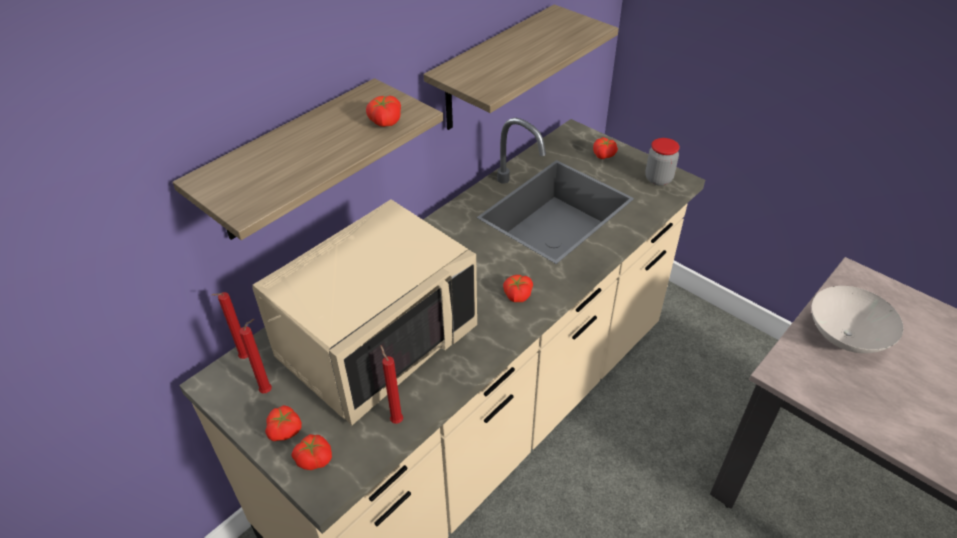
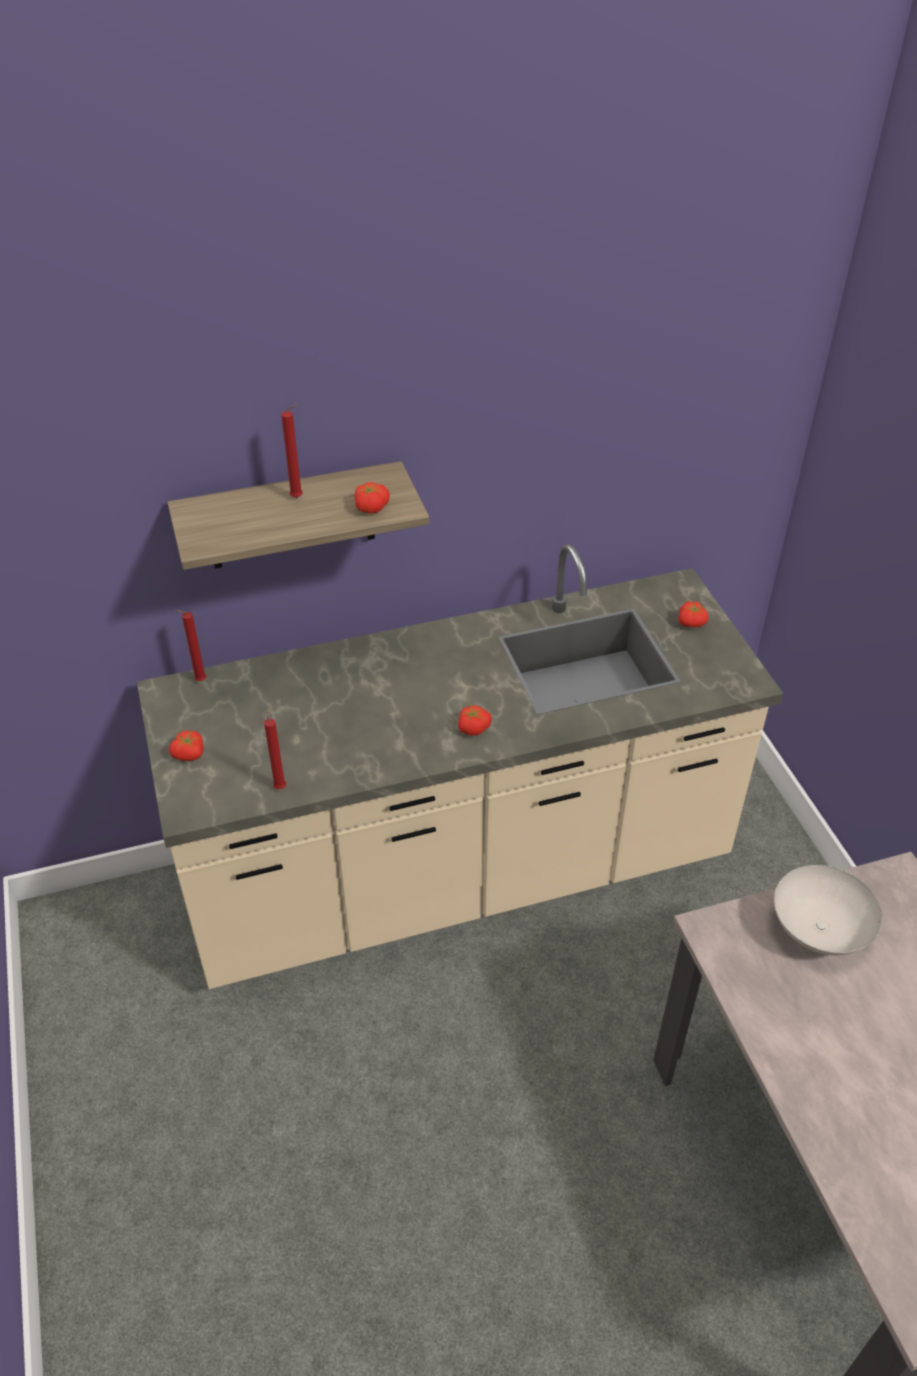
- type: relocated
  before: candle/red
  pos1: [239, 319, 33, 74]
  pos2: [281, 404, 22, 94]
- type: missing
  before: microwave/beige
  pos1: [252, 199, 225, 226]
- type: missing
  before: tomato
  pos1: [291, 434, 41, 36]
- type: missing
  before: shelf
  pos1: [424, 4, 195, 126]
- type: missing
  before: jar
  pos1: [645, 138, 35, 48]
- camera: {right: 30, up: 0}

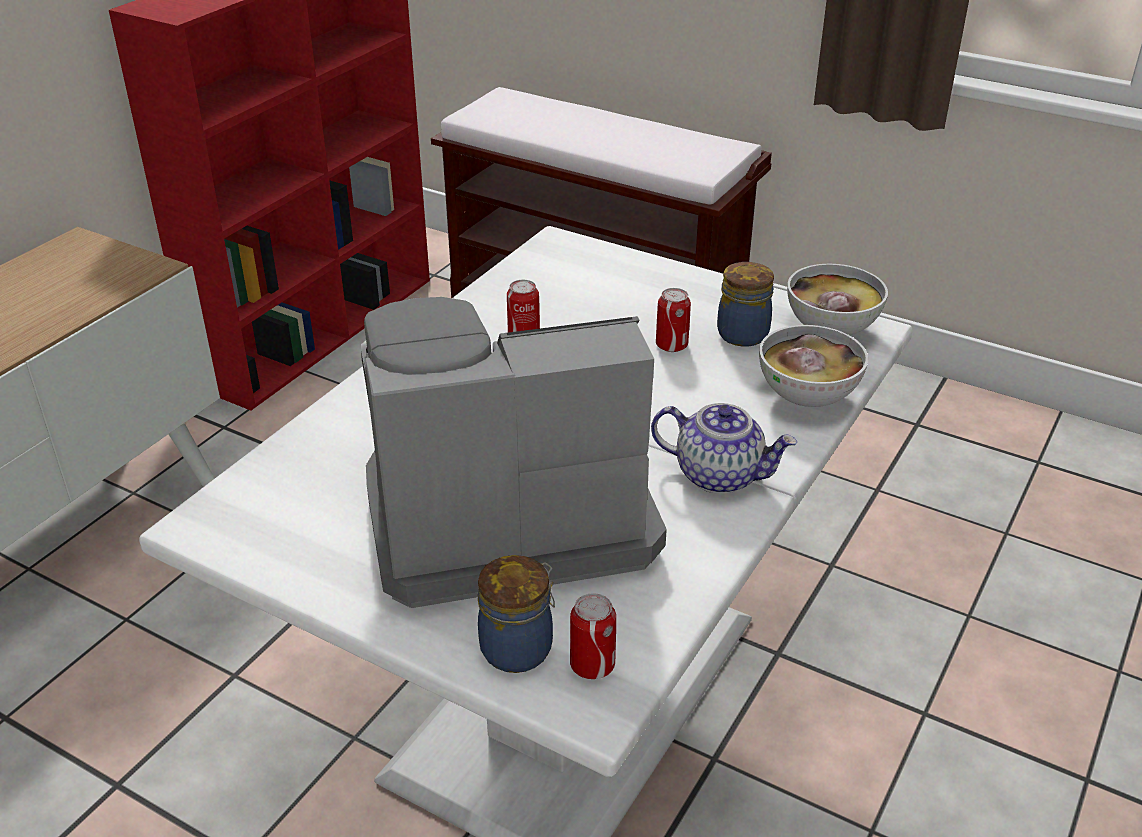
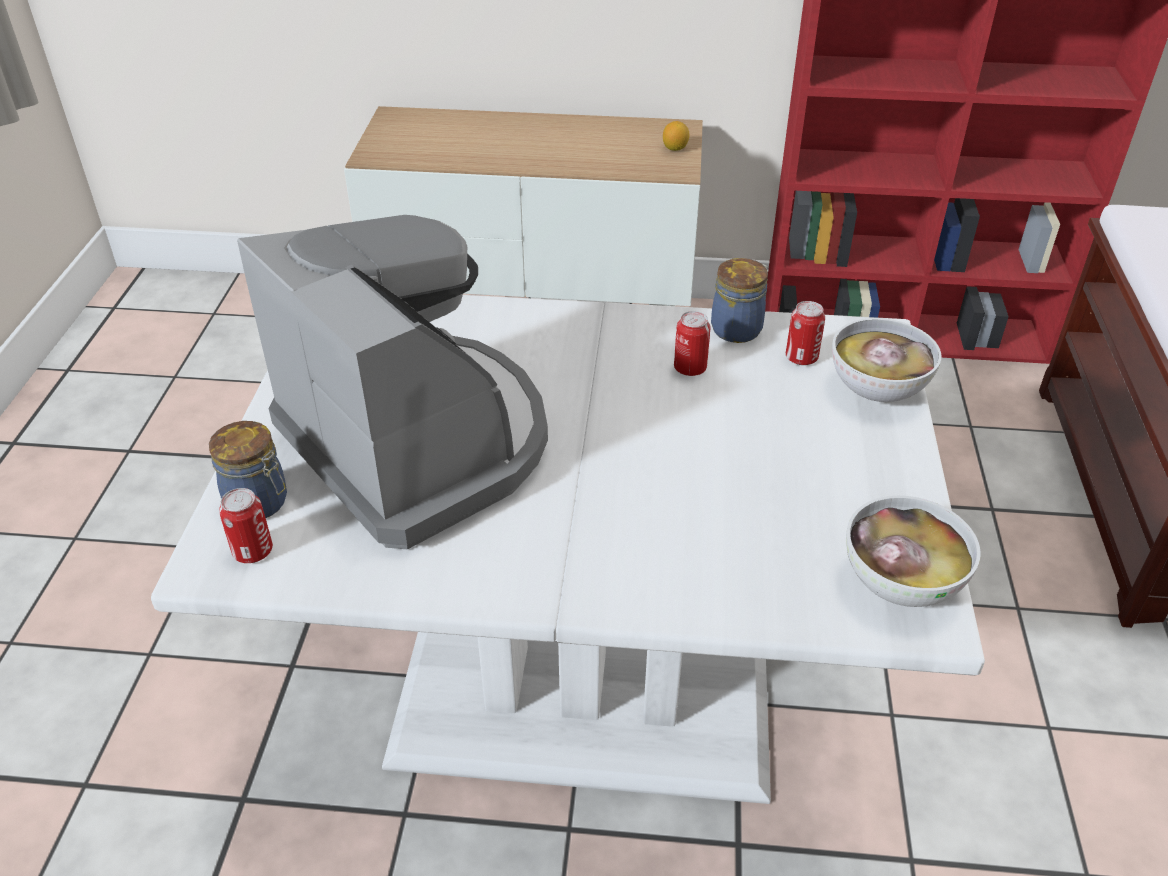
- type: missing
  before: teapot
  pos1: [651, 403, 147, 91]
- type: relocated
  before: can
  pos1: [656, 288, 35, 64]
  pos2: [786, 301, 39, 64]
- type: relocated
  before: jar
  pos1: [717, 262, 57, 84]
  pos2: [711, 258, 58, 85]
- type: relocated
  before: bowl
  pos1: [759, 325, 109, 82]
  pos2: [832, 318, 110, 84]
- type: appeared
  after: lemon
  pos2: [663, 121, 26, 30]
- camera: {right: 65, up: 5}

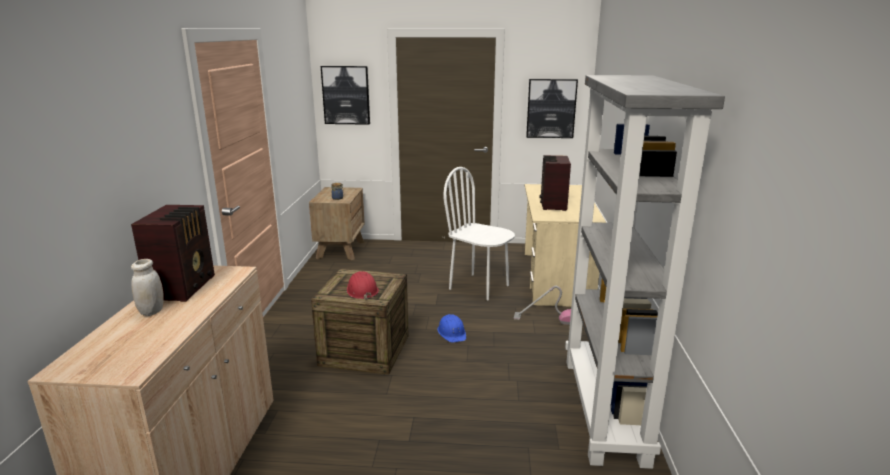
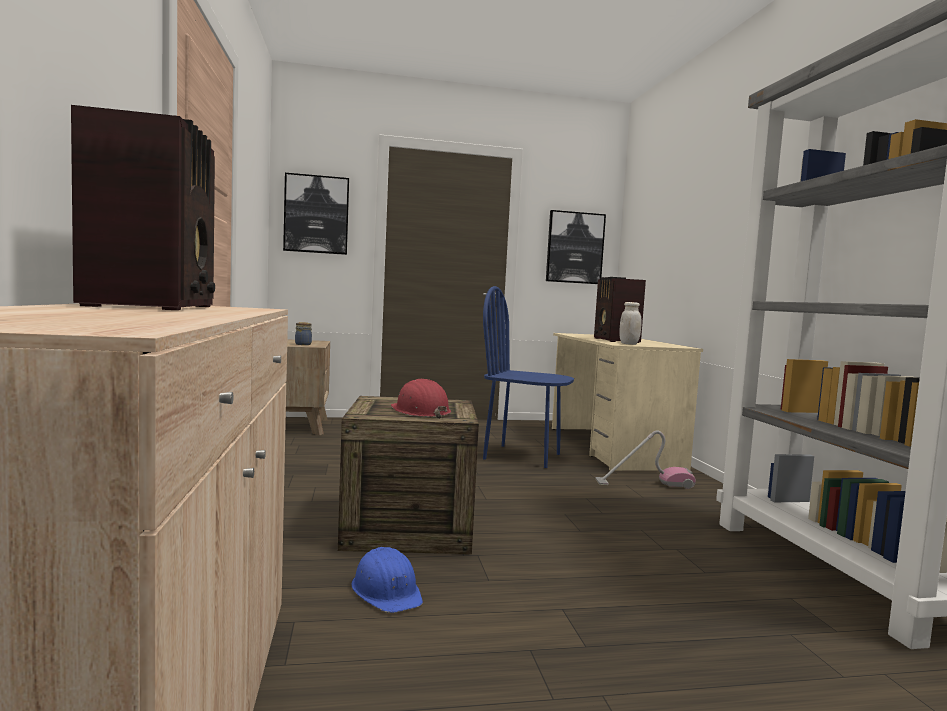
- type: relocated
  before: jar/white
  pos1: [131, 259, 33, 57]
  pos2: [619, 302, 23, 43]
- type: relocated
  before: hard hat/blue
  pos1: [437, 314, 29, 29]
  pos2: [352, 547, 71, 66]
- type: colour
  before: chair/white
  after: chair/blue
  pos1: [443, 167, 72, 133]
  pos2: [483, 286, 91, 182]
- camera: {right: -15, up: -15}

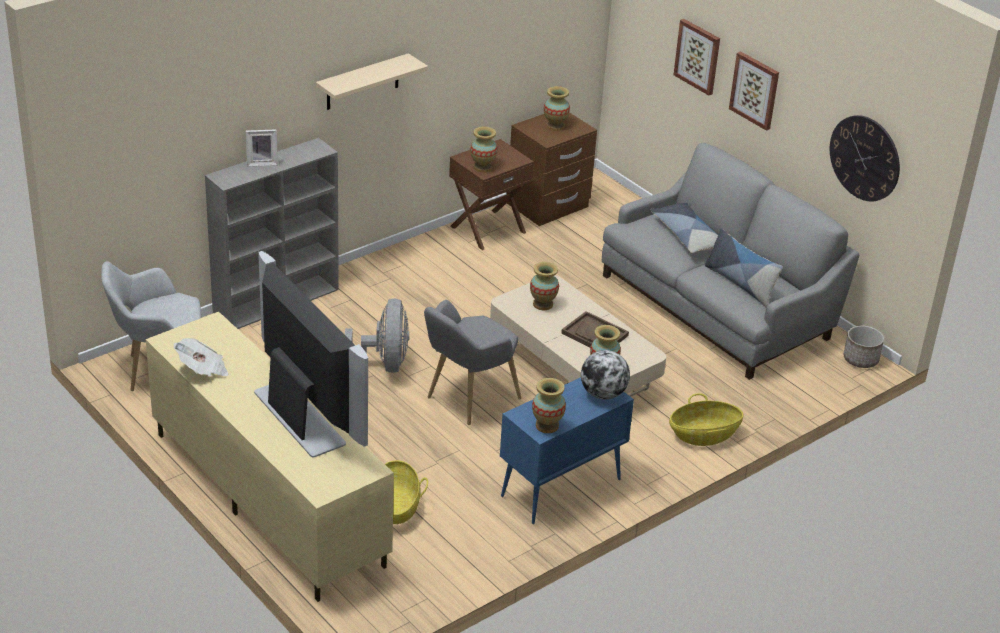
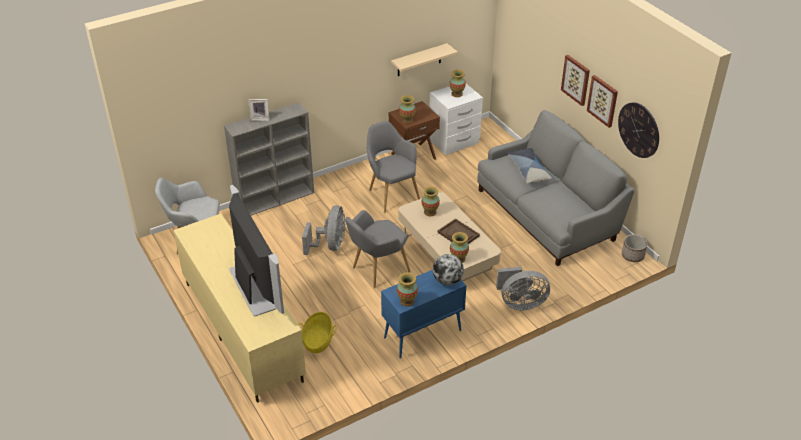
- type: missing
  before: newspaper
  pos1: [173, 338, 56, 38]
- type: relocated
  before: shelf/beige
  pos1: [316, 53, 112, 57]
  pos2: [391, 43, 67, 33]
- type: colour
  before: nightstand/brown
  after: nightstand/white
  pos1: [507, 112, 90, 114]
  pos2: [430, 84, 53, 71]
- type: exchanged
  before: basket
  after: fan/grey
  pos1: [669, 393, 75, 53]
  pos2: [496, 267, 54, 43]
- type: relocated
  before: picture
  pos1: [674, 19, 46, 76]
  pos2: [587, 75, 31, 53]
- type: missing
  before: pillow
  pos1: [705, 228, 78, 79]
- type: appeared
  after: armchair/grey
  pos2: [367, 121, 53, 92]
- camera: {right: 10, up: 5}

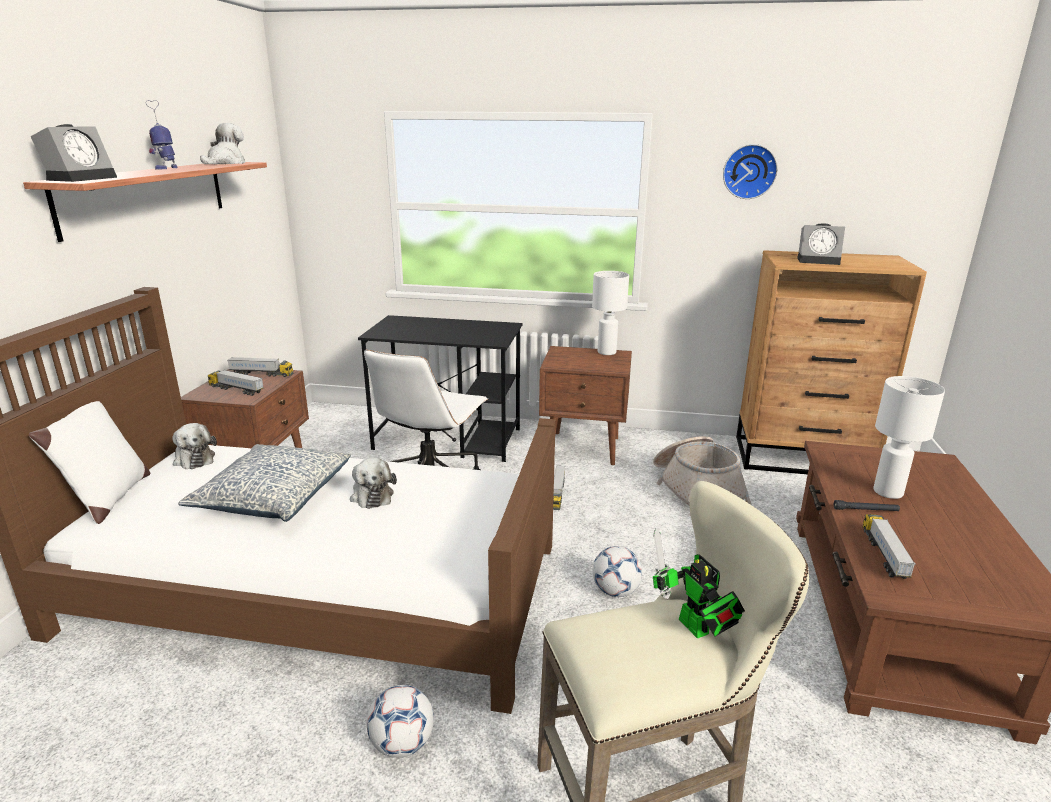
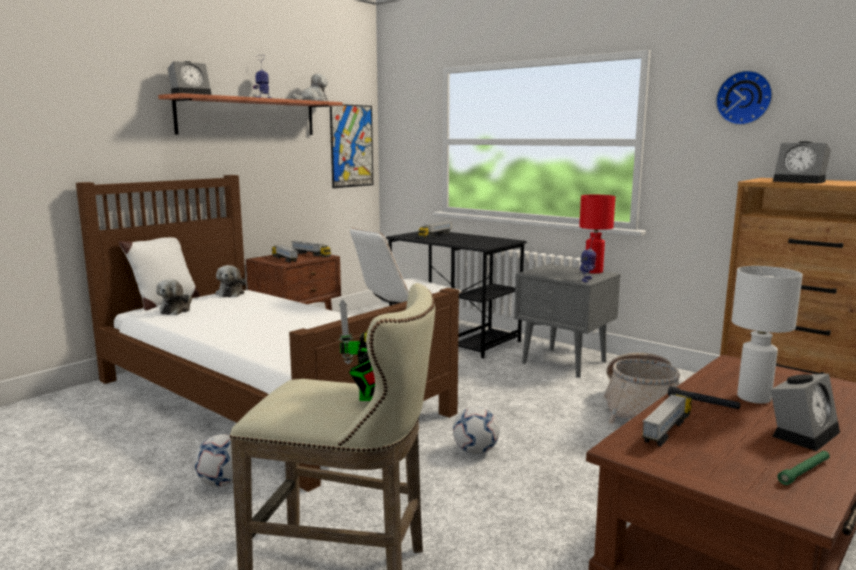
- type: missing
  before: pillow
  pos1: [178, 444, 173, 78]
- type: relocated
  before: plush toy
  pos1: [350, 458, 47, 51]
  pos2: [156, 279, 36, 36]
- type: colour
  before: nightstand/brown
  after: nightstand/grey
  pos1: [539, 346, 93, 119]
  pos2: [514, 264, 106, 114]
- type: relocated
  before: toy truck
  pos1: [553, 465, 12, 45]
  pos2: [418, 221, 34, 17]
- type: colour
  before: table lamp/white
  after: table lamp/red
  pos1: [592, 271, 37, 84]
  pos2: [579, 195, 36, 79]
- type: appeared
  after: picture
  pos2: [330, 104, 43, 84]
- type: appeared
  after: toy robot
  pos2: [580, 232, 17, 50]
- type: appeared
  after: alarm clock
  pos2: [771, 374, 69, 77]
- type: appeared
  after: flashlight/green
  pos2: [778, 451, 52, 34]
- camera: {right: 30, up: -10}

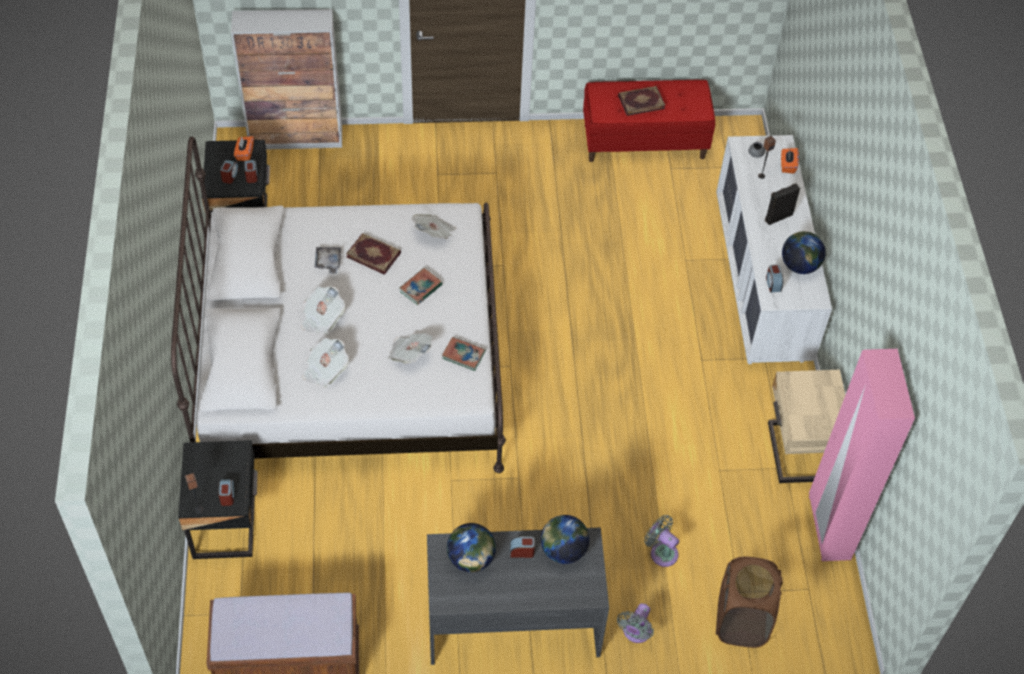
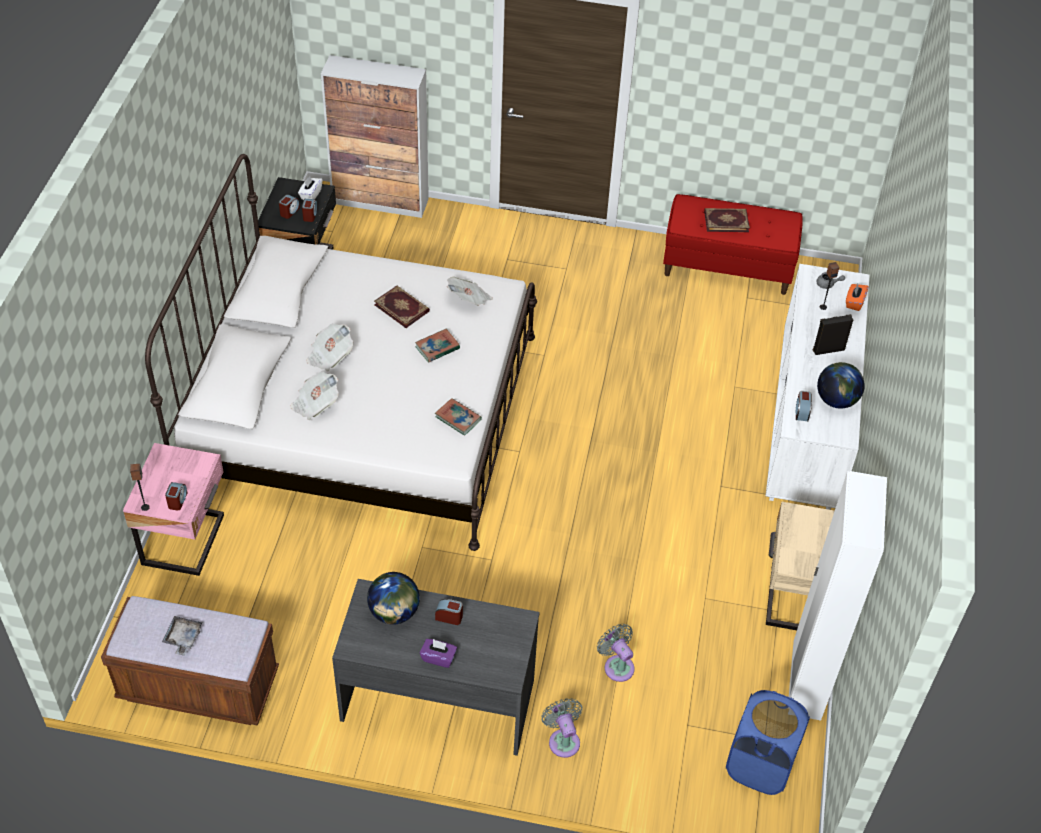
- type: colour
  before: nightstand/black
  after: nightstand/pink
  pos1: [178, 440, 80, 119]
  pos2: [123, 443, 101, 133]
- type: colour
  before: tissue box/orange
  after: tissue box/white
  pos1: [234, 136, 20, 25]
  pos2: [298, 176, 24, 24]
- type: relocated
  before: tray/grey
  pos1: [314, 247, 27, 27]
  pos2: [162, 616, 40, 40]
- type: missing
  before: newspaper
  pos1: [388, 332, 45, 32]
- type: missing
  before: globe
  pos1: [541, 515, 48, 49]
- type: spun
  before: fan/grey
  pos1: [617, 603, 37, 40]
  pos2: [541, 699, 42, 59]
  turn: 120
- type: missing
  before: laundry basket/brown
  pos1: [716, 557, 67, 91]
- type: colour
  before: wardrobe/pink
  after: wardrobe/white
  pos1: [809, 349, 106, 212]
  pos2: [789, 471, 98, 250]
- type: appeared
  after: tissue box/purple
  pos2: [420, 639, 37, 29]
- type: appeared
  after: laundry basket/blue
  pos2: [726, 690, 84, 105]
- camera: {right: 15, up: -5}

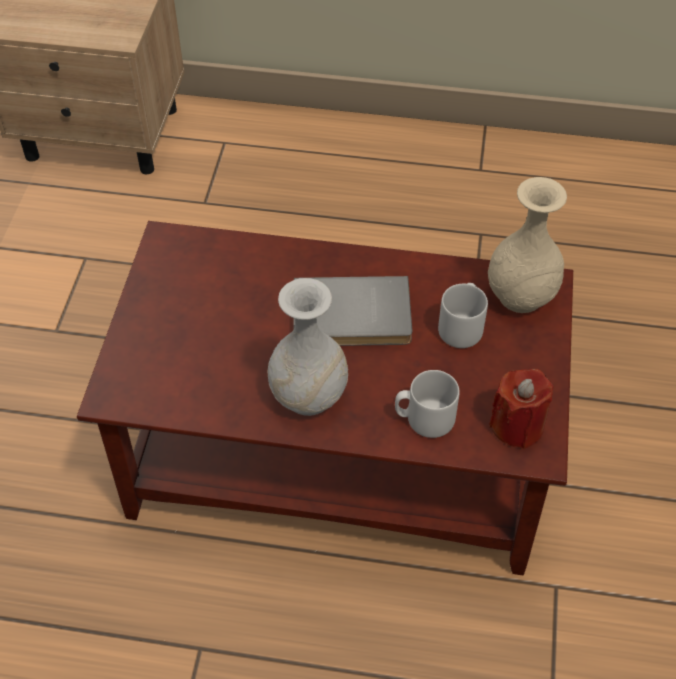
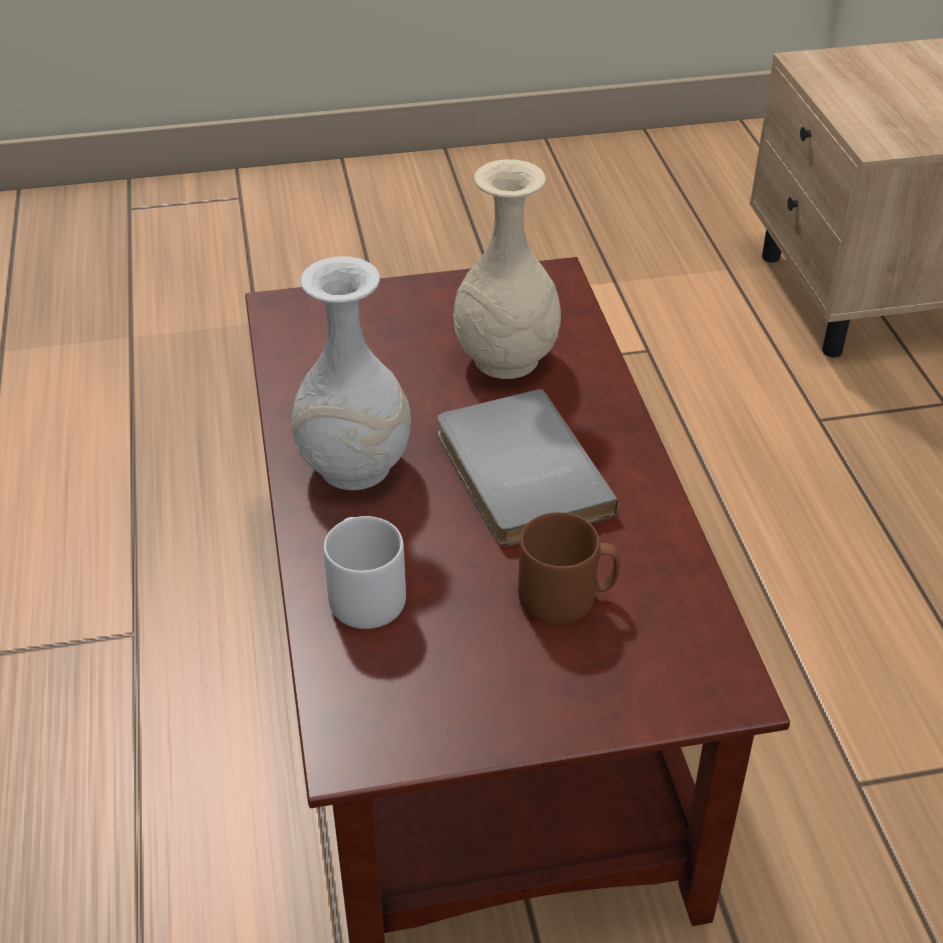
- type: colour
  before: mug/grey
  after: mug/brown
  pos1: [438, 283, 50, 65]
  pos2: [518, 512, 102, 113]
- type: relocated
  before: vase/beige
  pos1: [488, 177, 79, 136]
  pos2: [453, 159, 108, 220]
- type: missing
  before: candle/red
  pos1: [489, 369, 65, 80]
- camera: {right: 70, up: -10}

